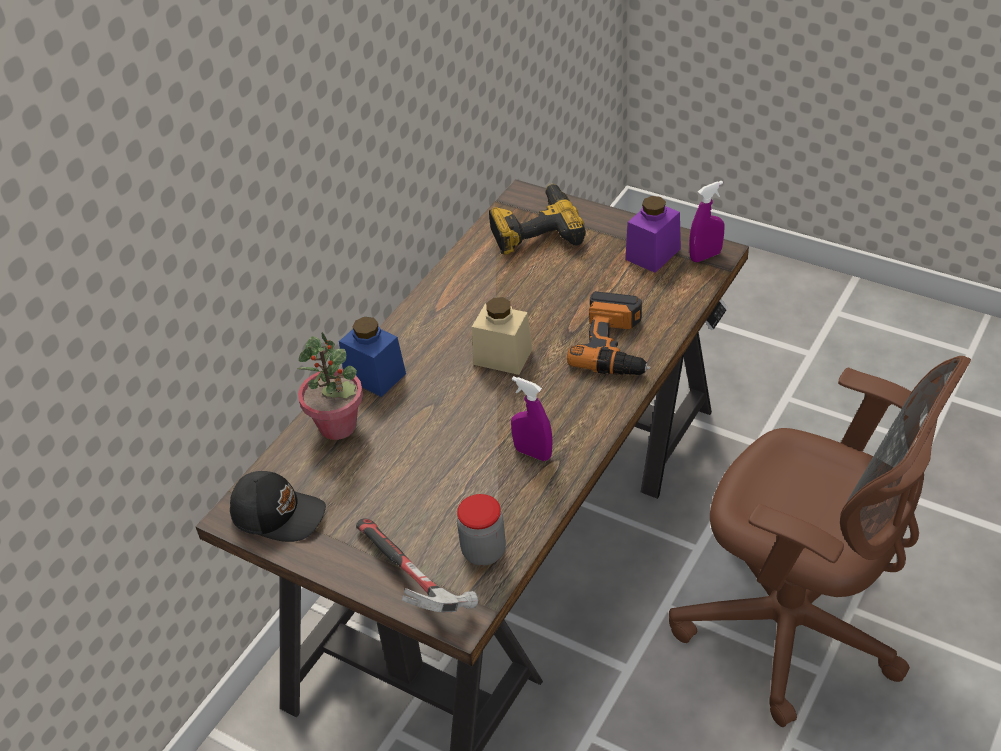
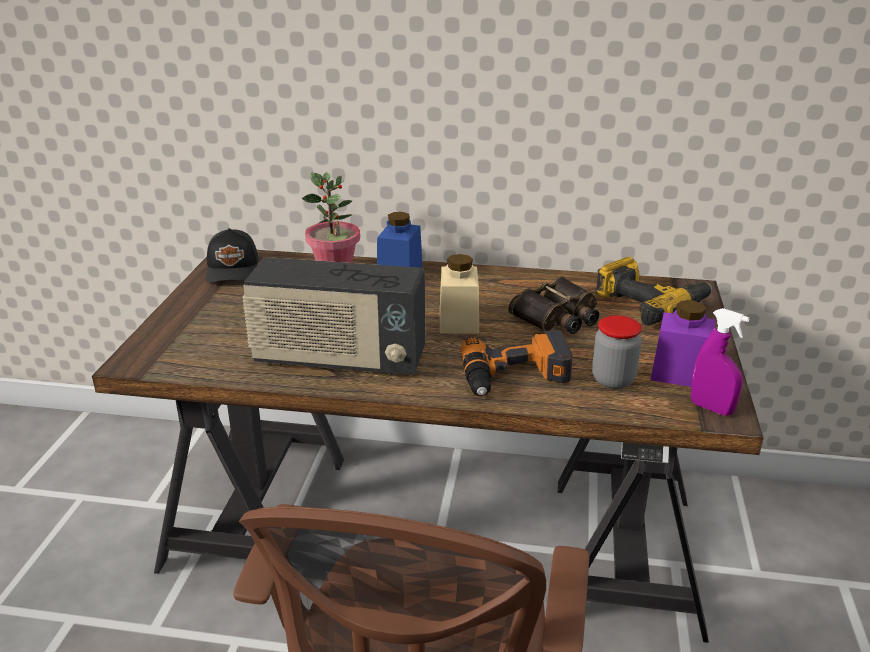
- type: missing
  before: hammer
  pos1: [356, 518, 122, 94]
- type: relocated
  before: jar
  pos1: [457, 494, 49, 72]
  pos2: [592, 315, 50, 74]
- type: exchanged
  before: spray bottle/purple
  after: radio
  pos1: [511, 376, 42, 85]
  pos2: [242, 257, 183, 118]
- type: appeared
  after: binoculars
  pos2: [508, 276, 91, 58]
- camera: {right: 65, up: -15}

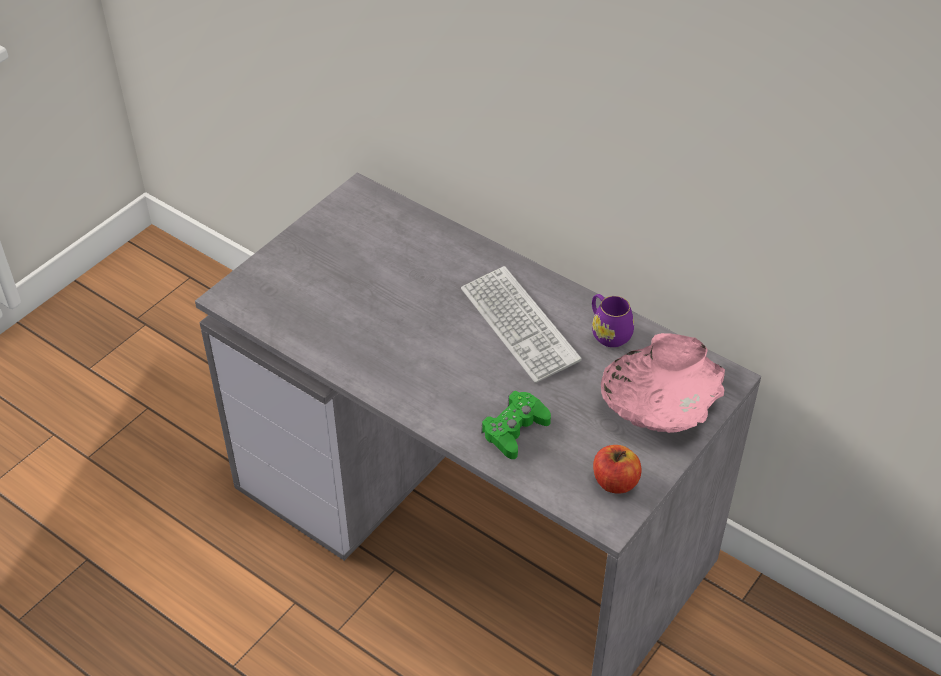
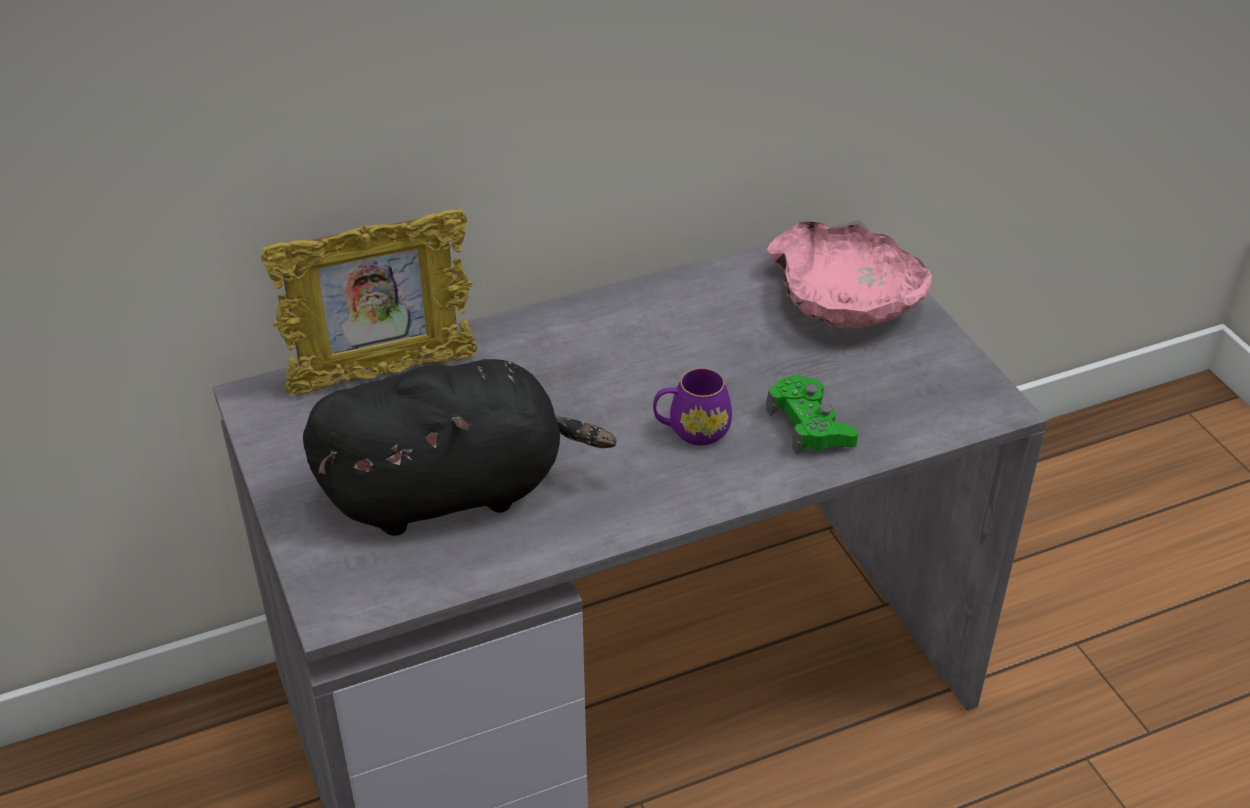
- type: missing
  before: keyboard
  pos1: [461, 266, 121, 117]
- type: relocated
  before: mug/purple
  pos1: [592, 294, 42, 53]
  pos2: [653, 368, 79, 77]
- type: missing
  before: apple
  pos1: [593, 445, 49, 49]
- type: appeared
  after: picture frame
  pos2: [261, 208, 216, 187]
- type: appeared
  after: plush toy/black
  pos2: [303, 359, 314, 177]
- camera: {right: -60, up: -5}

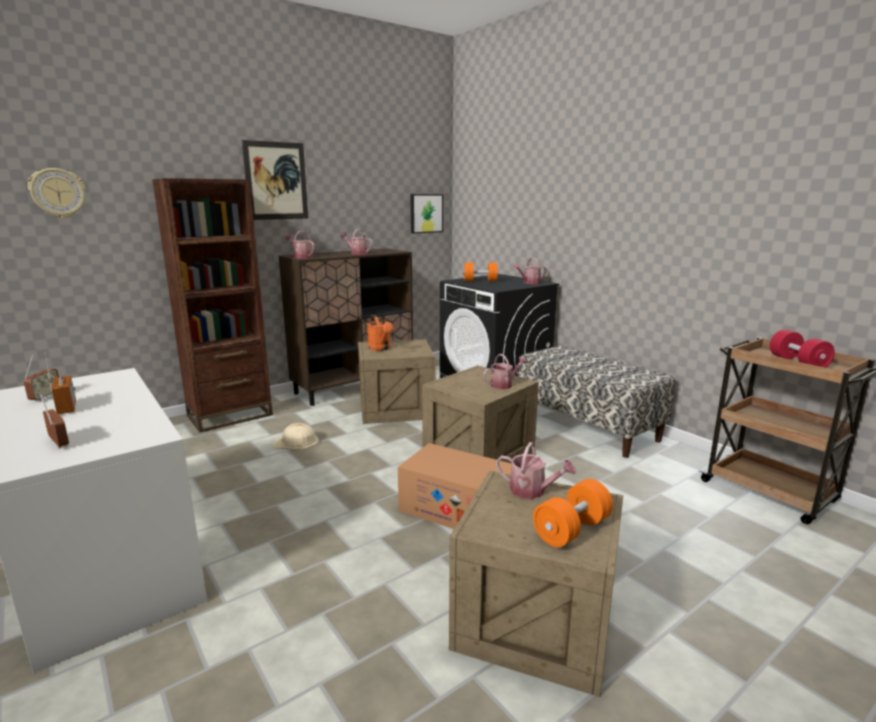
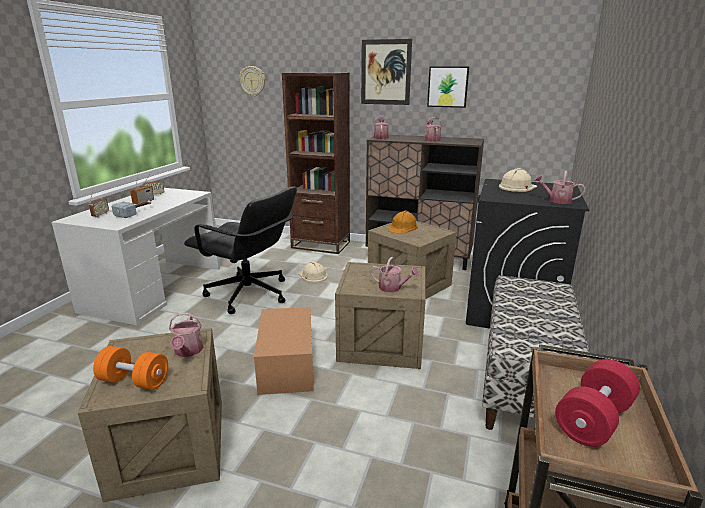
- type: exchanged
  before: watering can/orange
  after: hard hat/orange
  pos1: [367, 315, 26, 36]
  pos2: [388, 211, 30, 23]
- type: relocated
  before: picture
  pos1: [410, 194, 33, 40]
  pos2: [427, 66, 42, 42]
- type: exchanged
  before: dumbbell/orange
  after: hard hat/beige
  pos1: [463, 263, 35, 18]
  pos2: [499, 168, 39, 24]
- type: appeared
  after: hammer
  pos2: [112, 200, 39, 18]
- type: appeared
  after: office chair/black
  pos2: [184, 187, 113, 127]
- camera: {right: 55, up: 5}

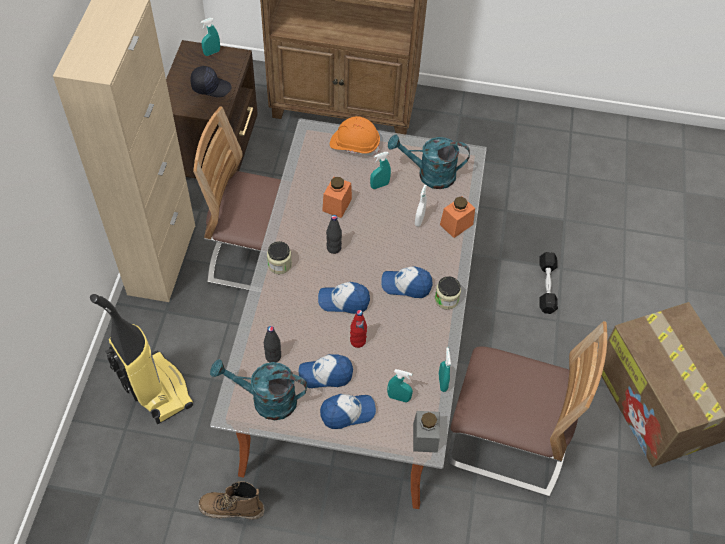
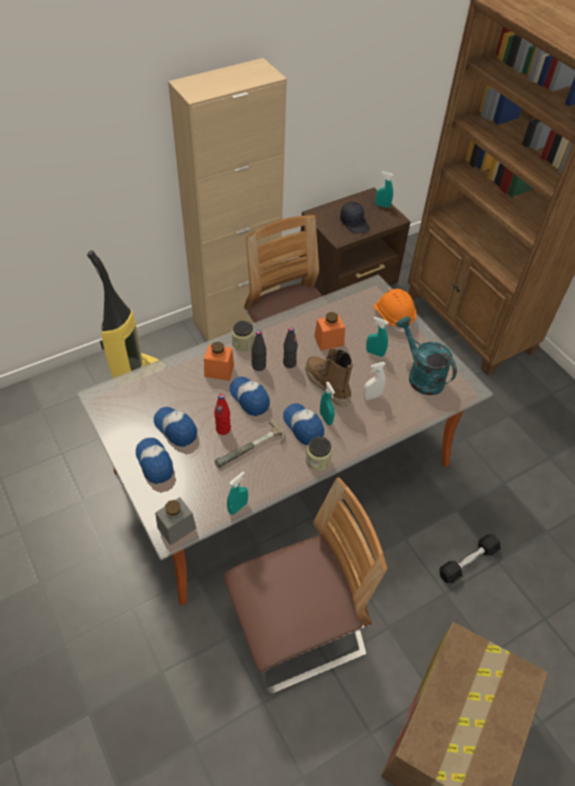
- type: relocated
  before: boot
  pos1: [199, 481, 66, 39]
  pos2: [305, 348, 48, 59]
- type: missing
  before: watering can/turquoise
  pos1: [210, 359, 97, 61]
- type: relocated
  before: bottle/black
  pos1: [264, 326, 17, 37]
  pos2: [251, 330, 15, 41]
- type: spun
  before: cap
  pos1: [320, 394, 56, 35]
  pos2: [136, 438, 37, 46]
  turn: -150
- type: relocated
  before: spray bottle/turquoise
  pos1: [387, 369, 26, 33]
  pos2: [320, 382, 15, 43]
- type: relocated
  before: jar/orange
  pos1: [440, 196, 35, 42]
  pos2: [204, 342, 30, 39]
- type: spun
  before: chair
  pos1: [448, 321, 159, 176]
  pos2: [224, 477, 163, 218]
  turn: -90
- type: appeared
  after: hammer
  pos2: [215, 419, 70, 49]
- camera: {right: 50, up: -5}

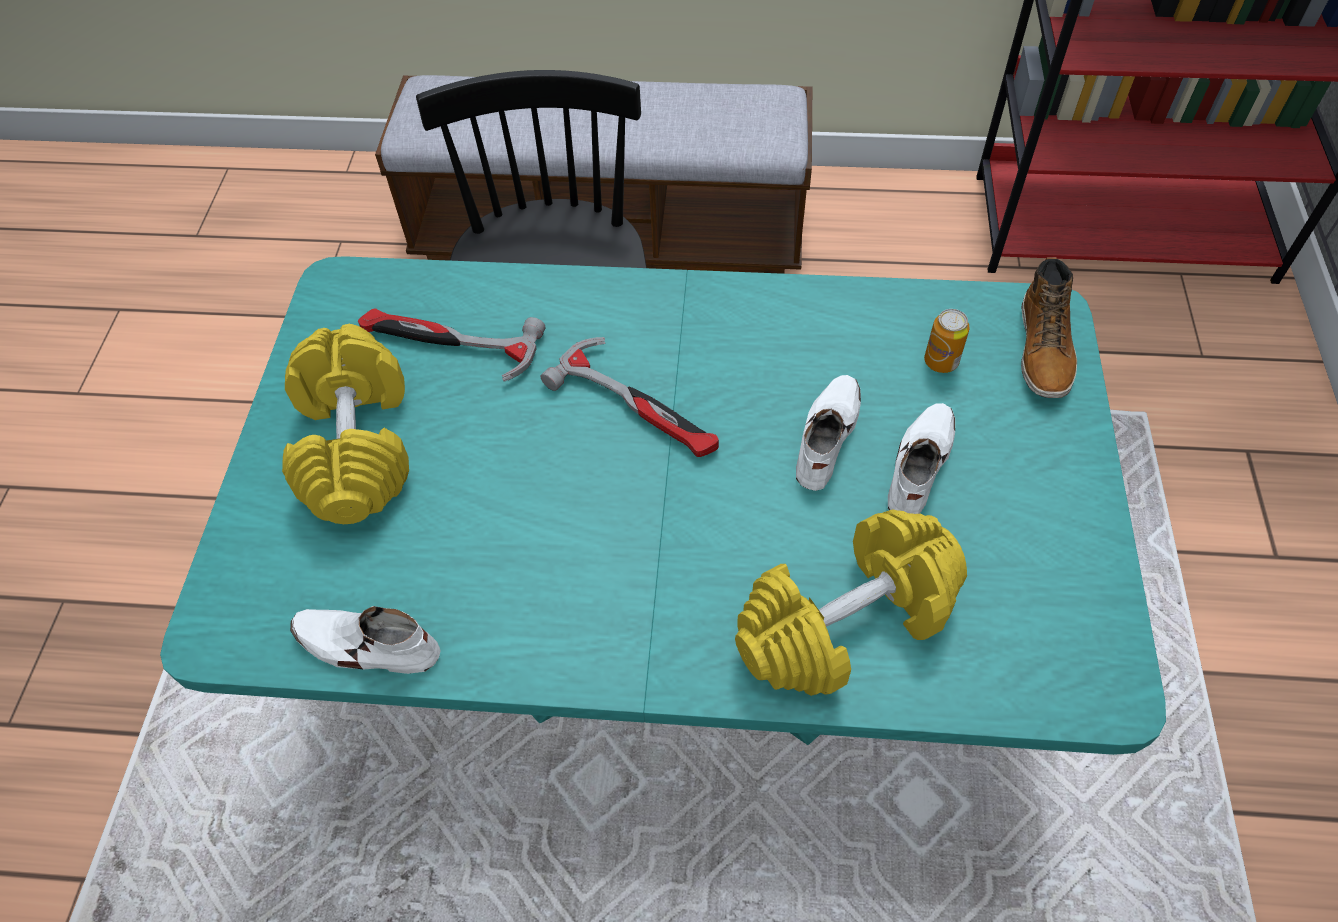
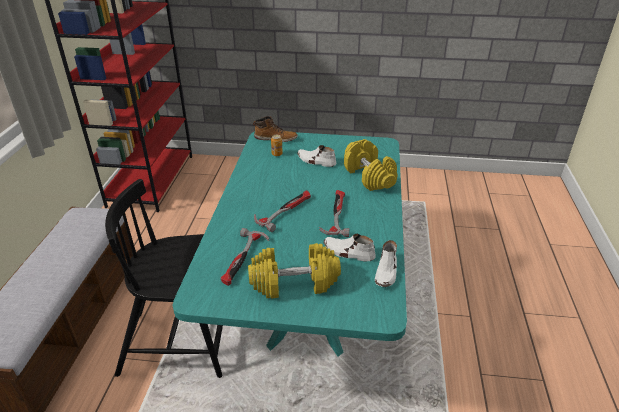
- type: relocated
  before: shoe/white
  pos1: [796, 375, 65, 116]
  pos2: [324, 234, 52, 27]
- type: appeared
  after: hammer
  pos2: [319, 190, 30, 47]
- camera: {right: -90, up: -20}

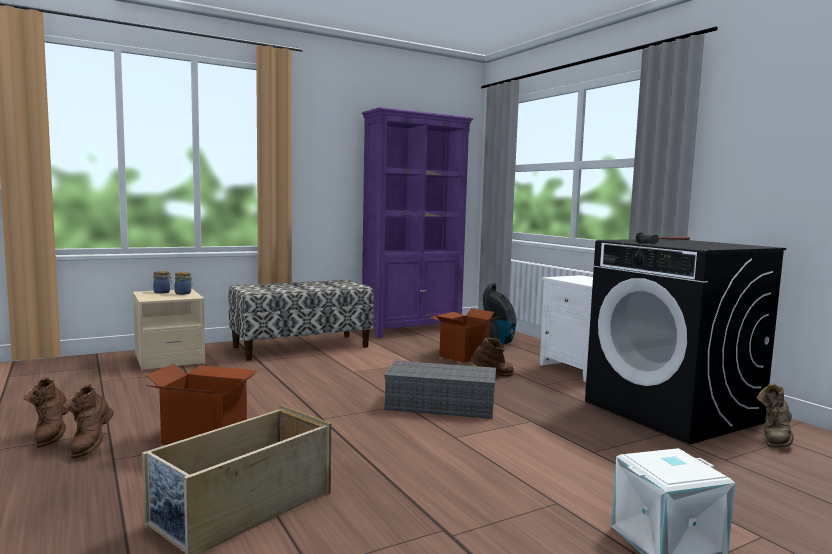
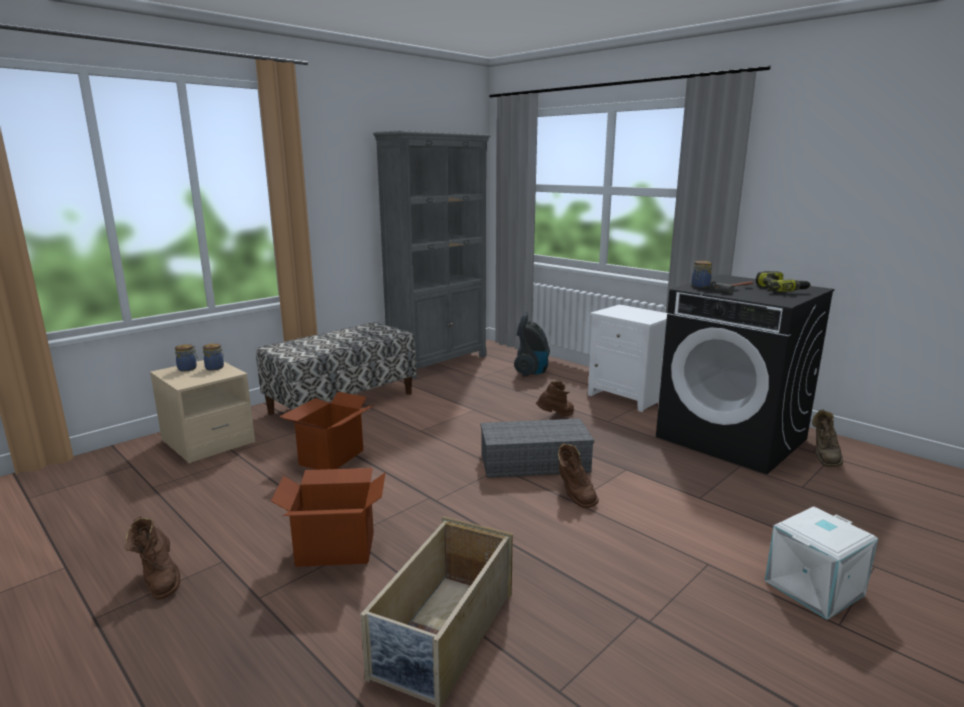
- type: relocated
  before: boot/brown
  pos1: [63, 384, 51, 75]
  pos2: [558, 443, 41, 65]
- type: colour
  before: bookcase/purple
  after: bookcase/grey
  pos1: [362, 107, 111, 231]
  pos2: [373, 130, 118, 249]
- type: relocated
  before: cardboard box
  pos1: [429, 308, 72, 55]
  pos2: [279, 392, 95, 78]
- type: appeared
  after: jar
  pos2: [691, 261, 21, 27]
- type: appeared
  after: power drill
  pos2: [756, 271, 55, 21]
- camera: {right: -15, up: 10}

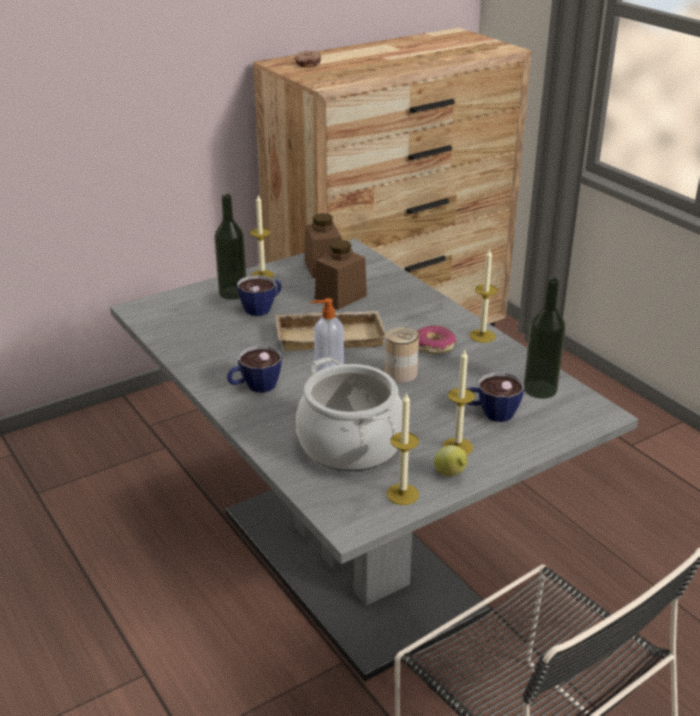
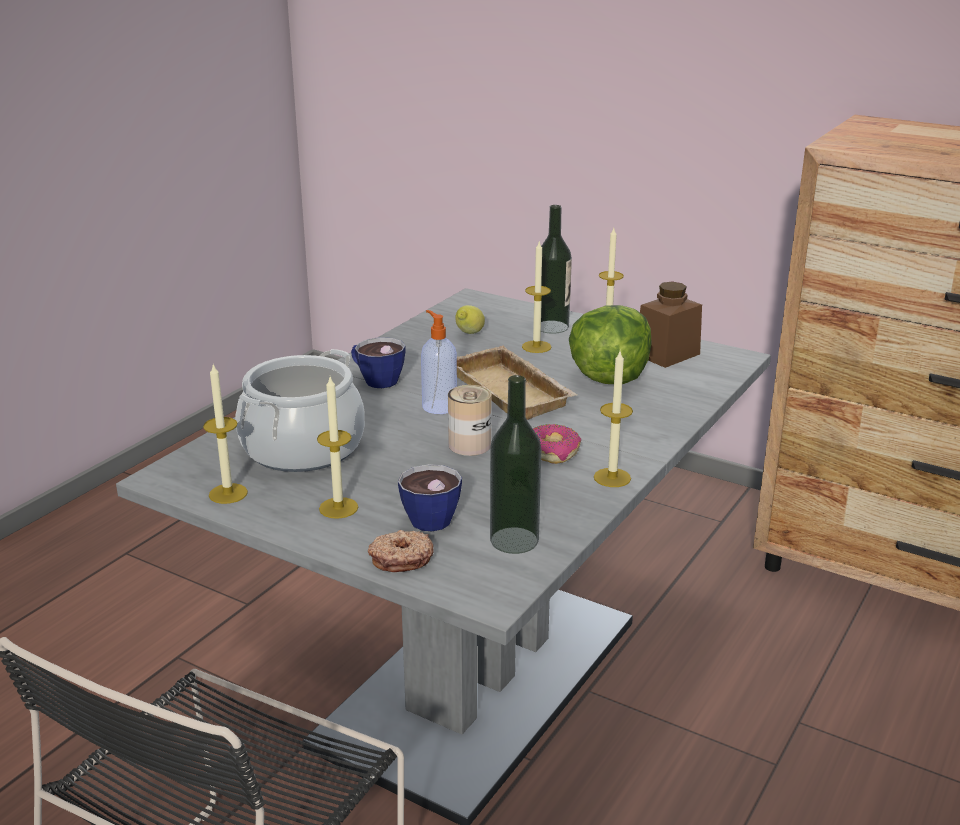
- type: exchanged
  before: cup
  after: candle
  pos1: [237, 275, 45, 41]
  pos2: [522, 240, 29, 113]
- type: relocated
  before: donut
  pos1: [295, 51, 26, 16]
  pos2: [368, 530, 66, 42]
- type: exchanged
  before: jar/brown
  after: lettuce
  pos1: [315, 240, 52, 70]
  pos2: [569, 305, 82, 79]
- type: relocated
  before: lemon
  pos1: [434, 445, 33, 32]
  pos2: [455, 305, 30, 29]
- camera: {right: 65, up: -5}

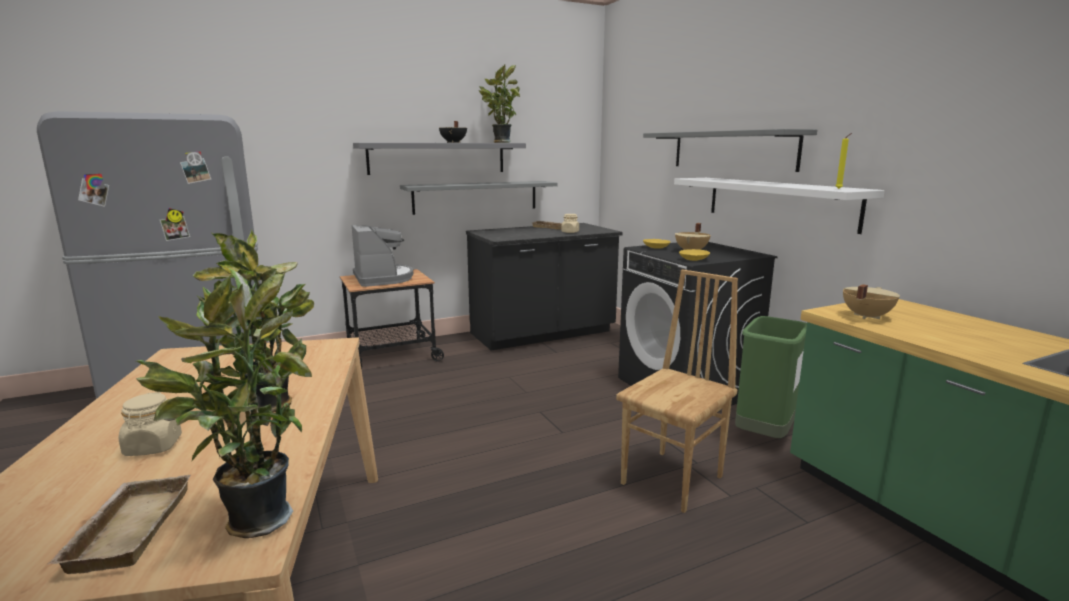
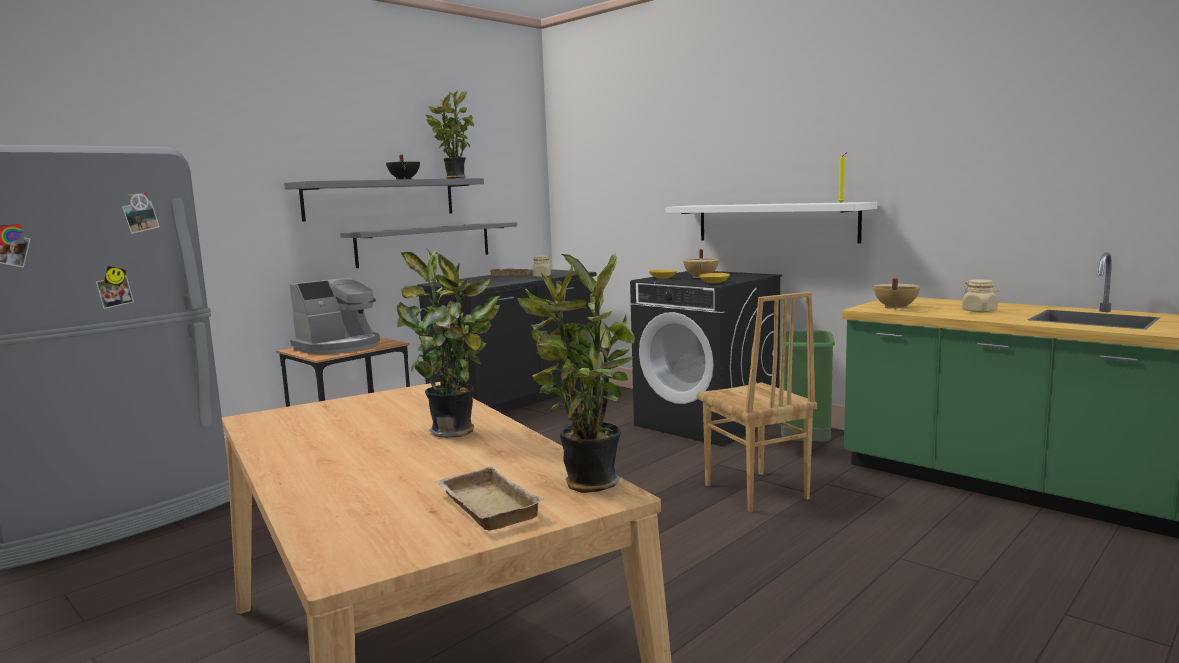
- type: relocated
  before: jar/beige
  pos1: [119, 392, 63, 64]
  pos2: [962, 280, 37, 32]
- type: spun
  before: coffee machine
  pos1: [352, 225, 61, 62]
  pos2: [290, 277, 90, 77]
  turn: 90
- type: spun
  before: chair/brown
  pos1: [616, 269, 122, 244]
  pos2: [697, 292, 120, 221]
  turn: 135
- type: missing
  before: shelf/grey
  pos1: [643, 129, 174, 43]
- camera: {right: -20, up: -5}

